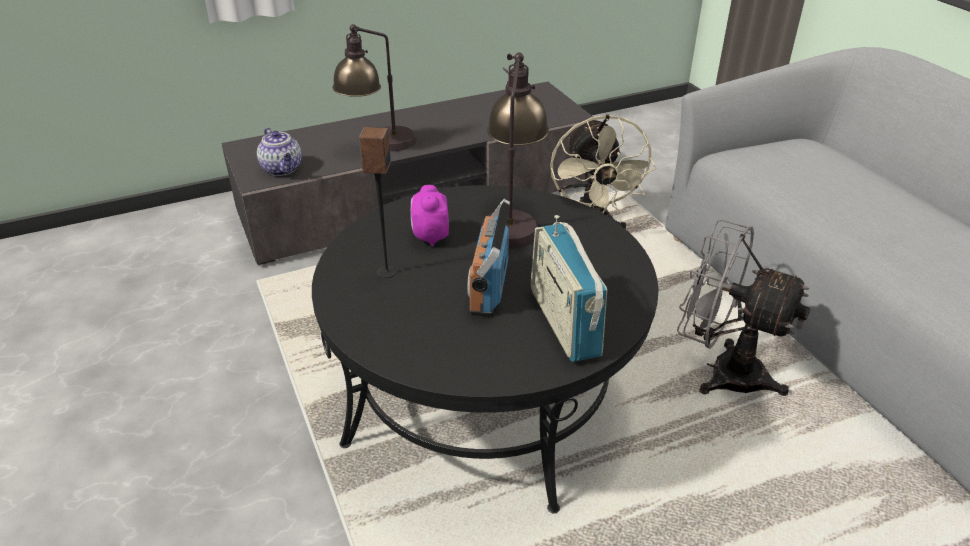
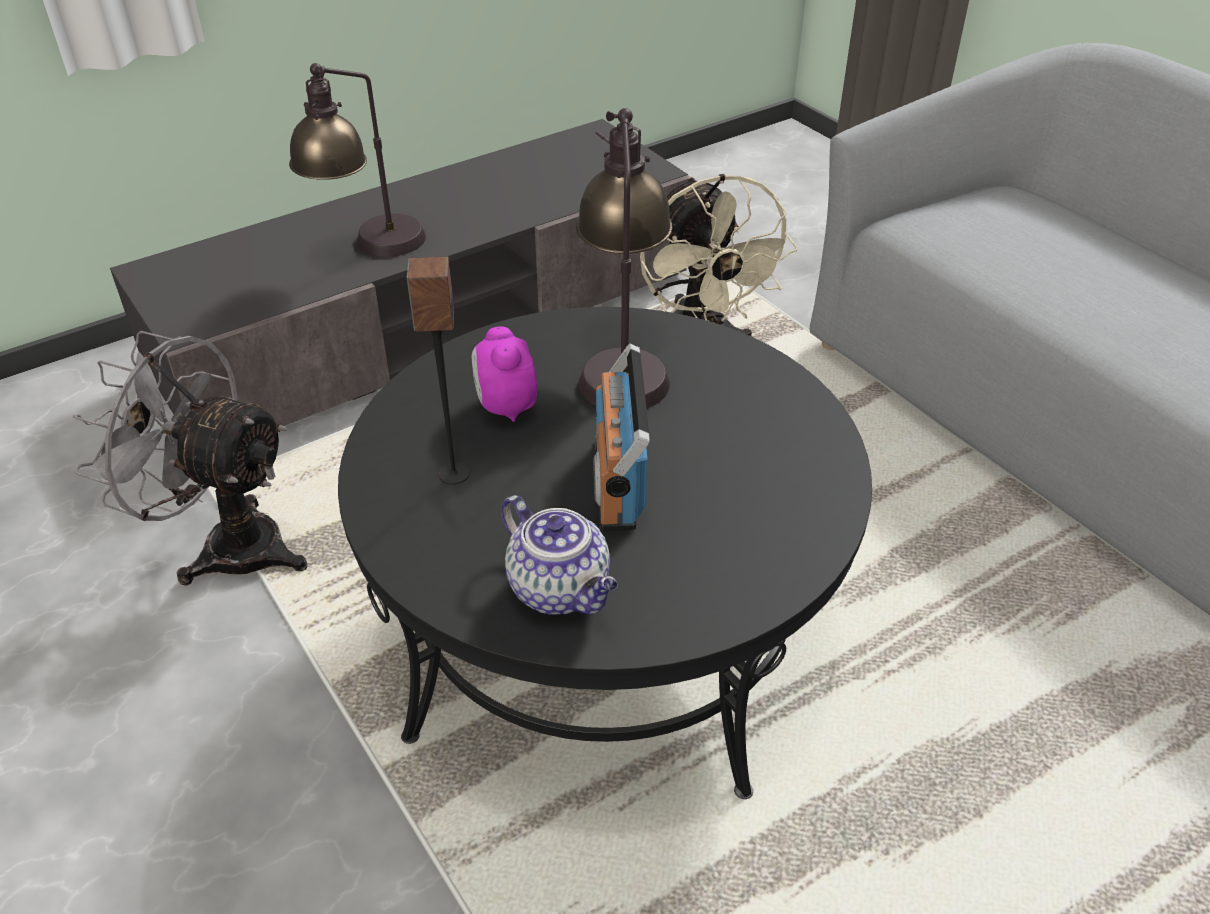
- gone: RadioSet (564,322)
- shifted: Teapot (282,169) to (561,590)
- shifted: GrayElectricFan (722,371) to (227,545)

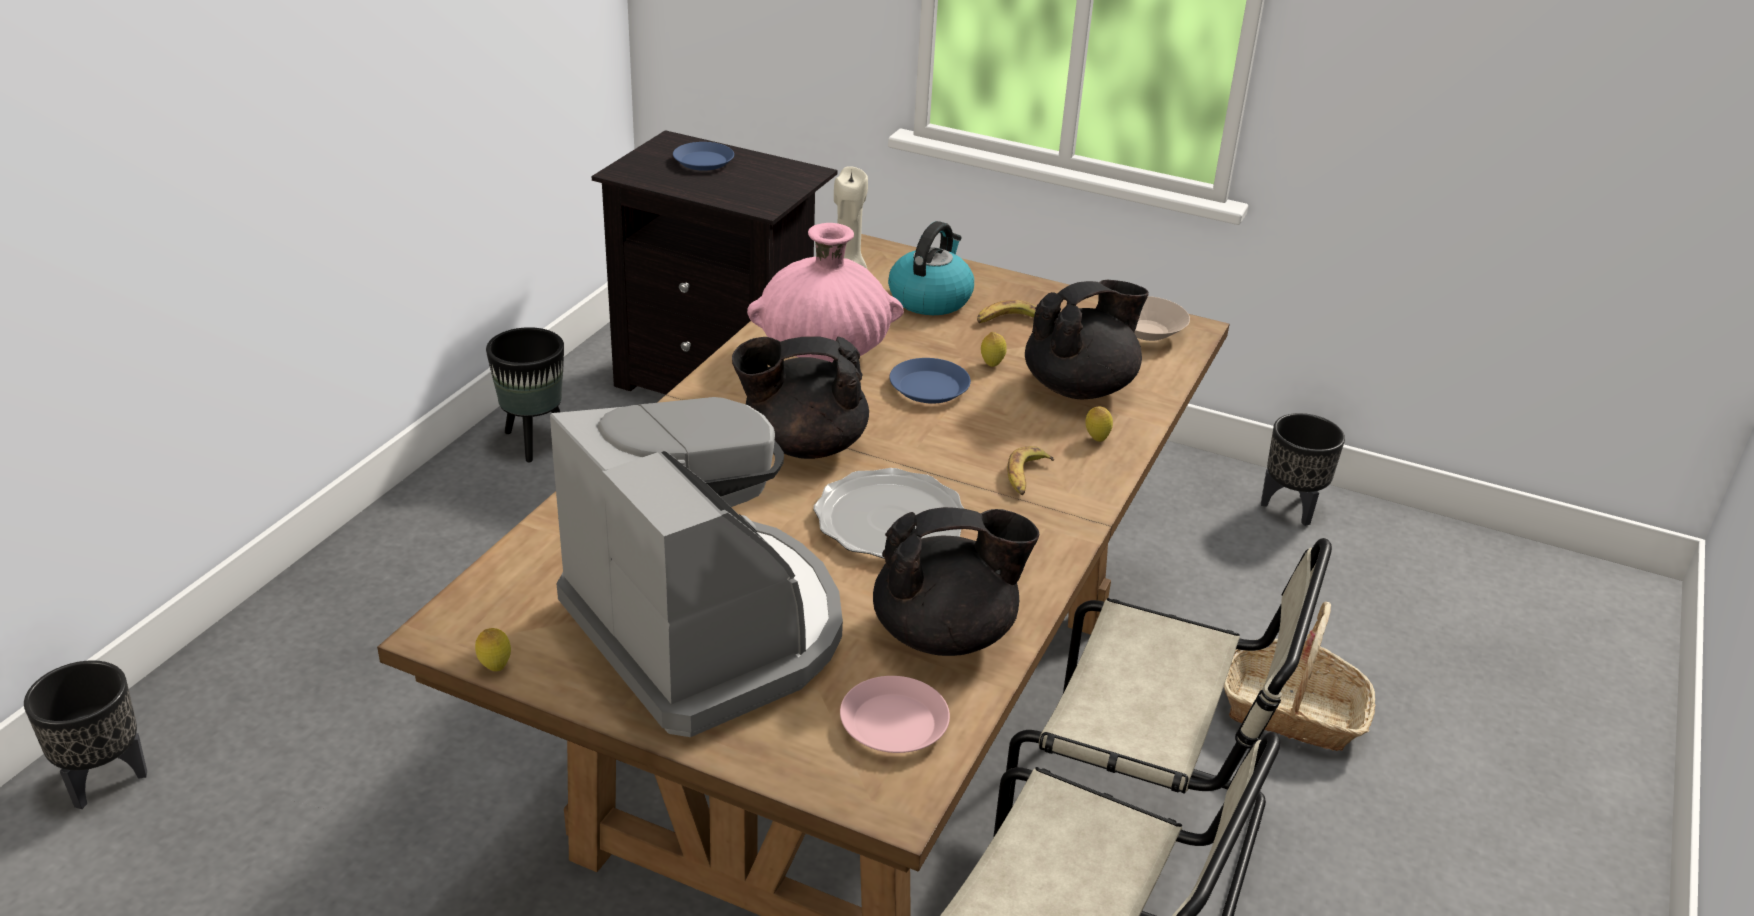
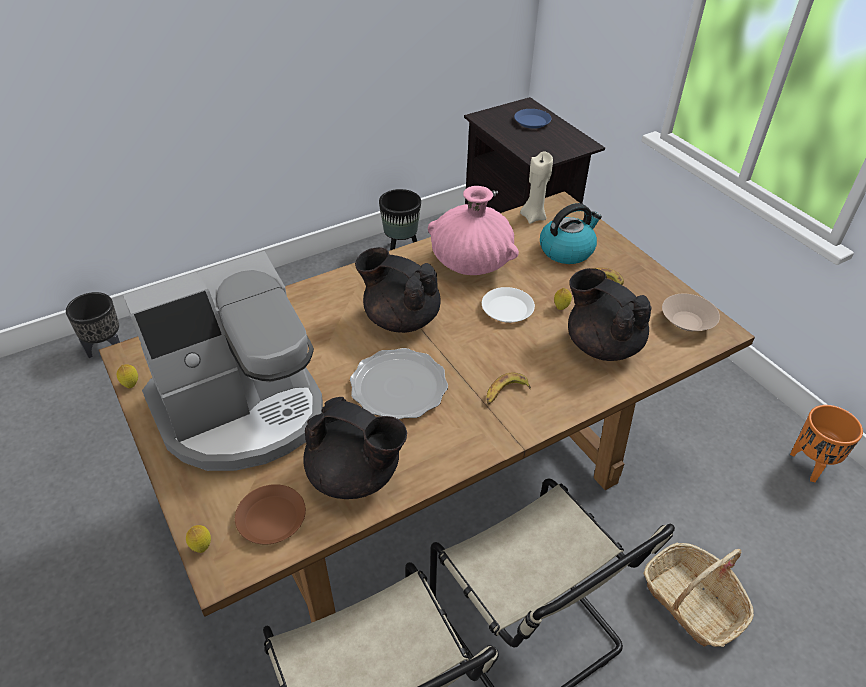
- shifted: Lemon (1096,439) to (201,547)
- repainted: PinkDinnerPlate (894,724) to BrownishDinnerPlate (271,518)
- repainted: BlueDinnerPlate (929,387) to WhiteDinnerPlate (507,309)
- repainted: BlackFlowerPot (1291,508) to OrangeFlowerPot (811,465)
- rotated: CoffeeMachine (708,629) = (241,411) 60 degrees clockwise
- rotated: BlackTeapot (1080,387) = (601,345) 135 degrees counterclockwise

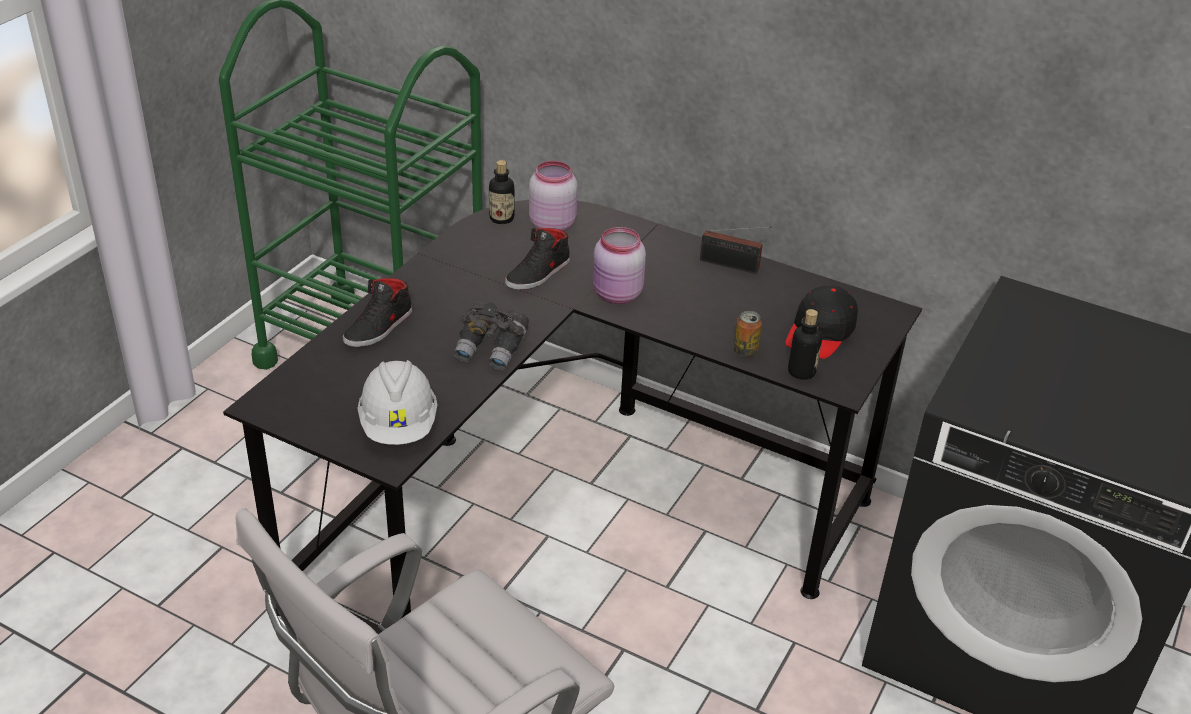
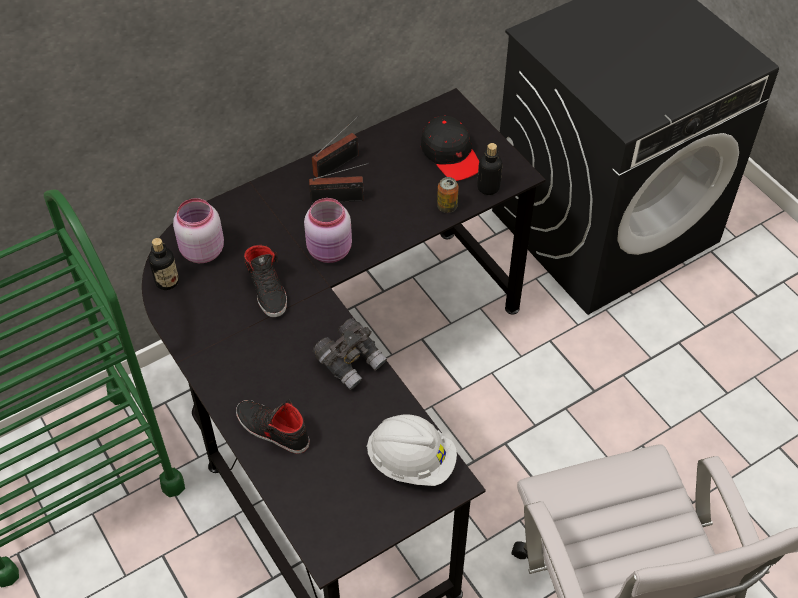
- new: RadioSet (340,199)
- rotated: BlackLowShoe (379,328) = (272,430) 150 degrees clockwise

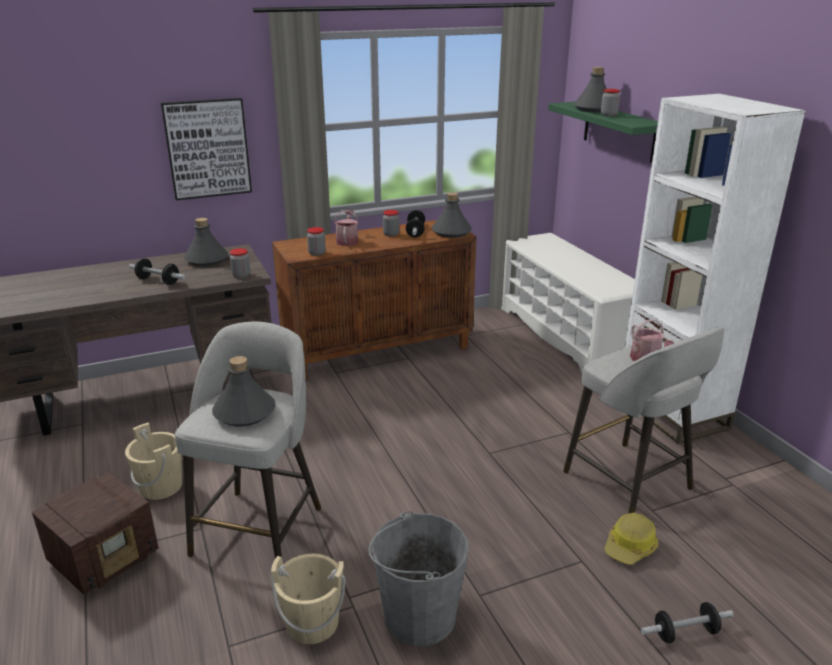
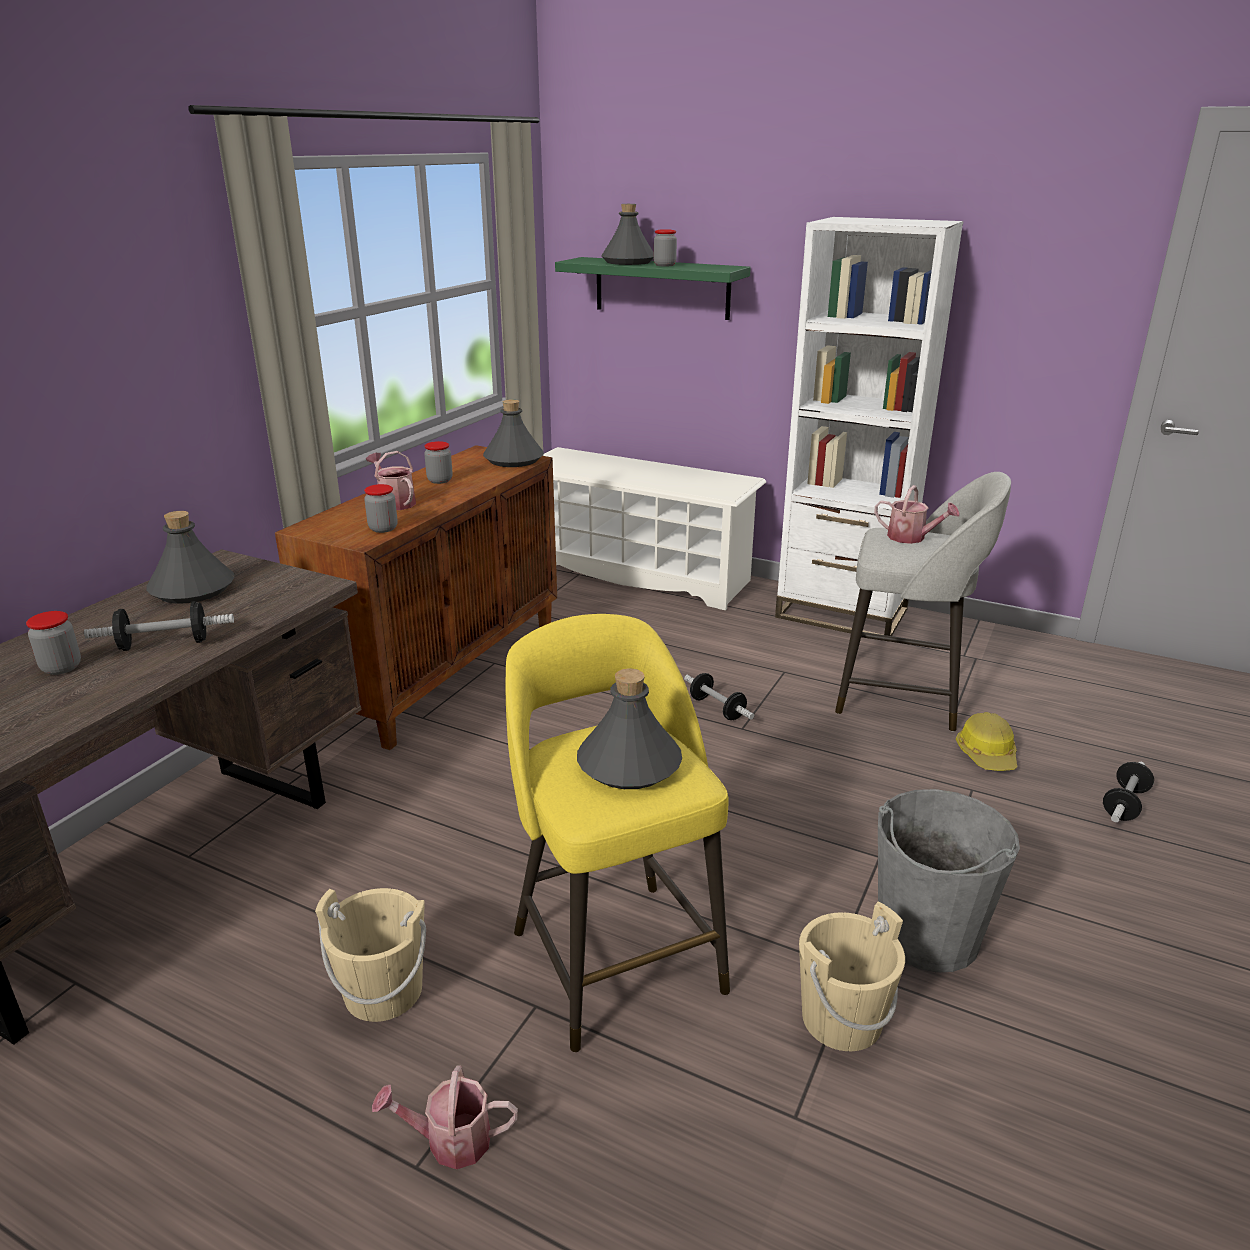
- gone: WallArt (207,148)
- shifted: PreserveJar (241,275) to (61,667)
- shifted: HandWeight (415,232) to (717,708)
- swapped: RadioSet (106,557) to SprinklingCan (450,1140)
- repainted: GrayStool (259,528) to YellowColouredStool (615,956)

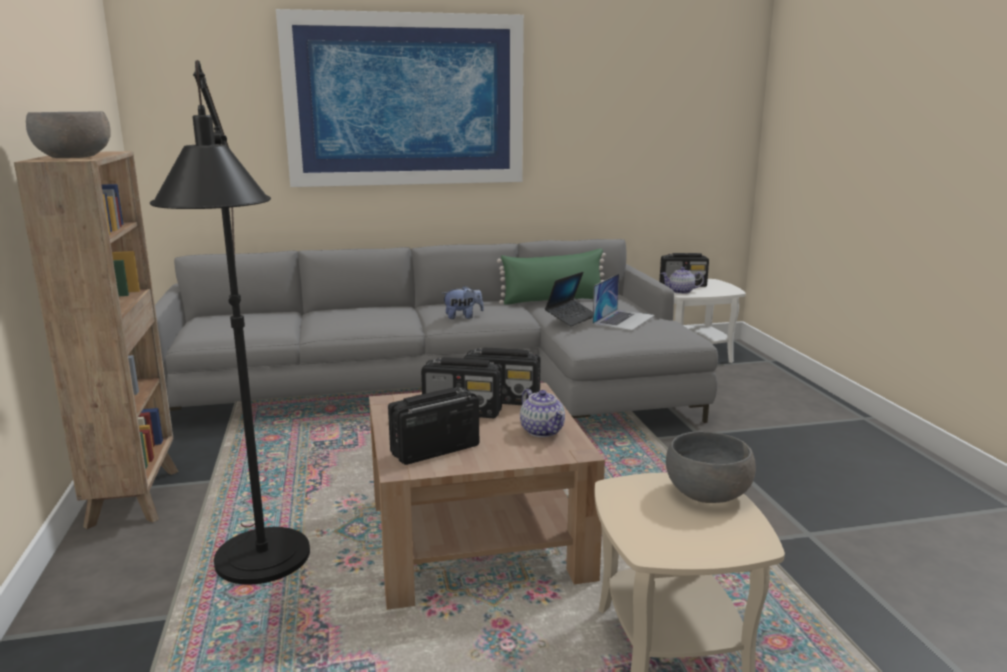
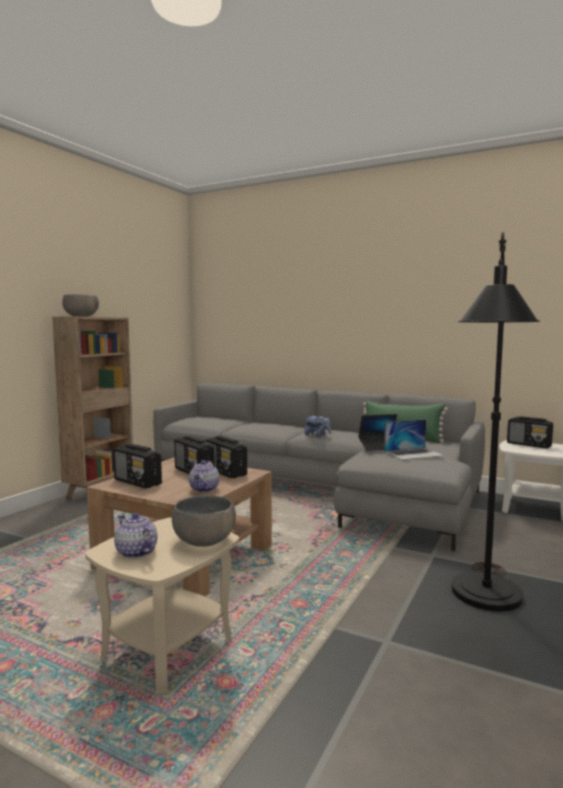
- gone: WallArt (406,100)
- shifted: BlackStandardLamp (262,574) to (484,602)
- shifted: Teapot (681,291) to (135,552)
- rotated: RadioSet (434,450) = (138,482) 150 degrees counterclockwise

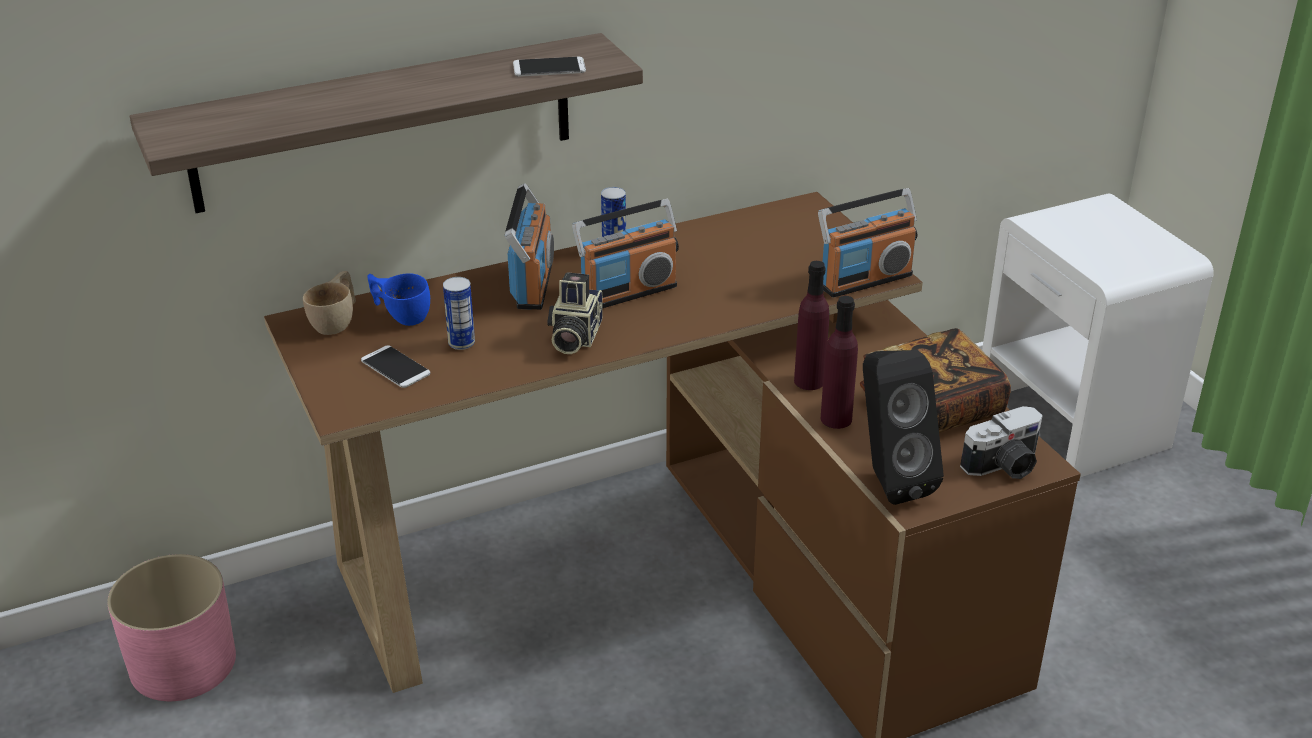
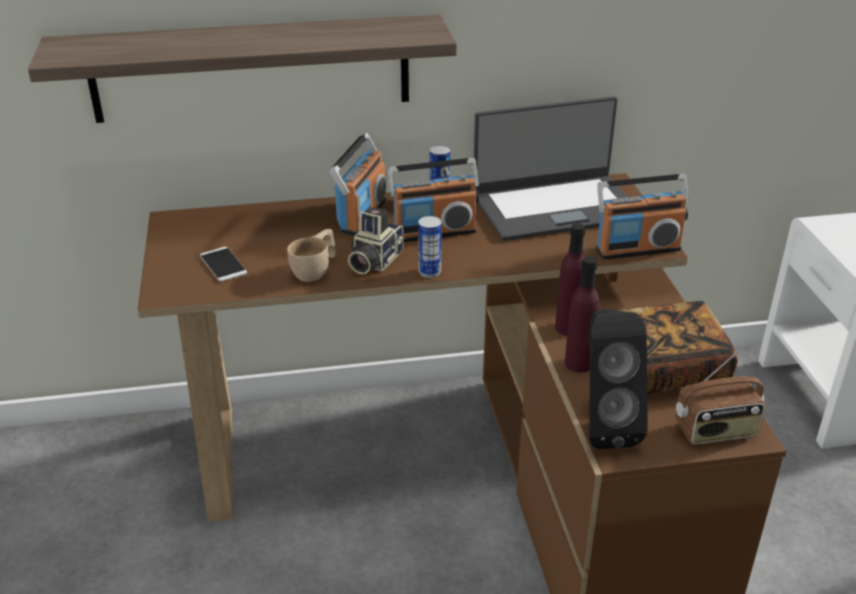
- gone: PinkFlowerPot (184,664)
- gone: BlueCup (400,314)
- gone: Handset (549,68)
- new: Laptop (555,207)
- shifted: BeigeColouredCup (337,321) to (316,270)
- shifted: SealedCan (461,343) to (429,272)
- swapped: PhotoCamera (1004,466) to RadioSet (715,431)

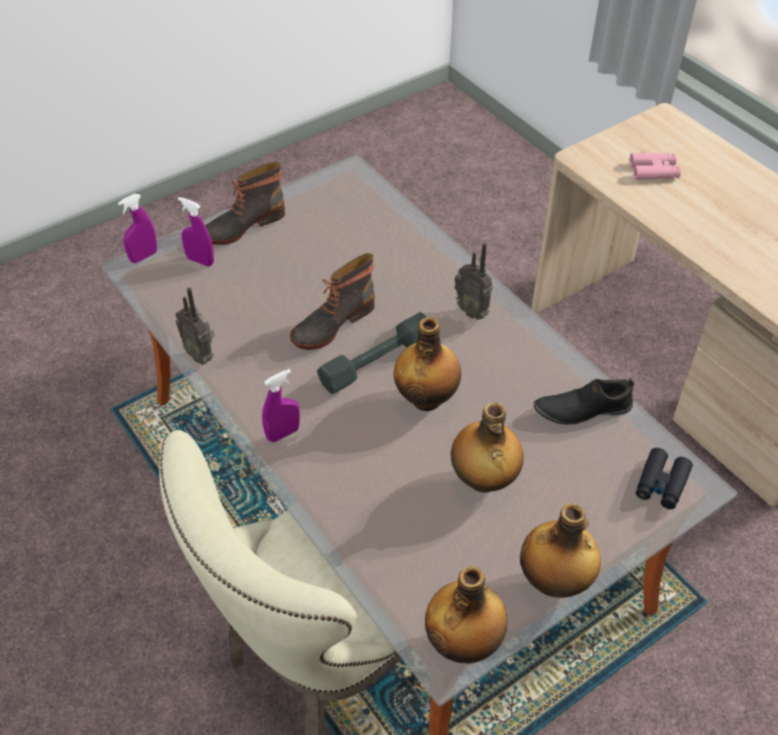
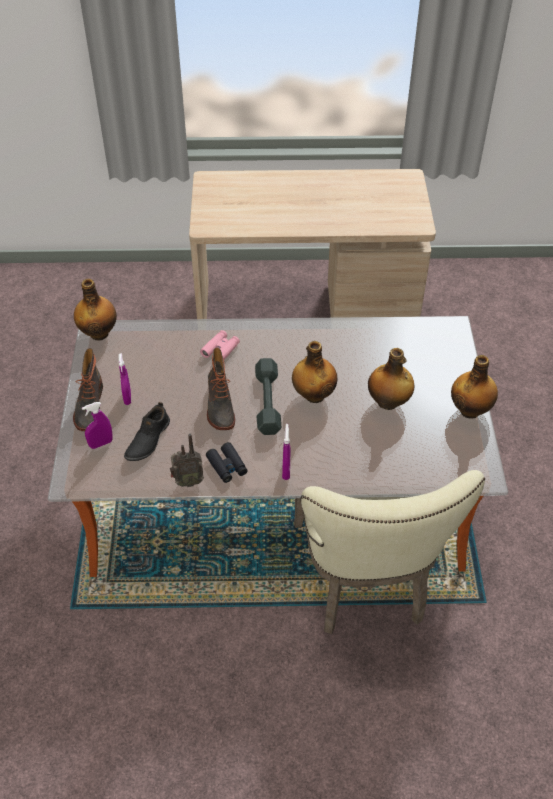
- gone: RadioSet (472,311)
- shifted: PurpleSprayBottle (143,256) to (127,397)
- shifted: Bottle (464,642) to (99,333)
- shifted: BlackLowShoe (582,409) to (147,440)
- shifted: PinkFieldGlasses (653,171) to (220,350)
- shifted: BlackFieldGlasses (661,484) to (227,466)

